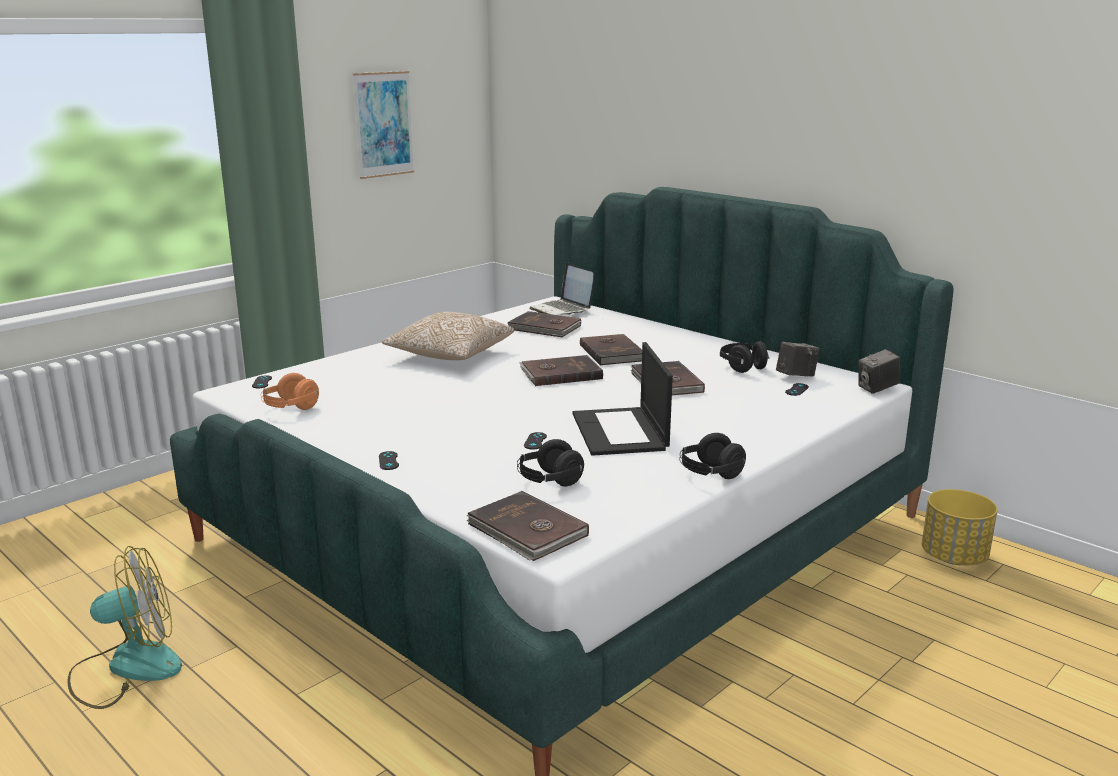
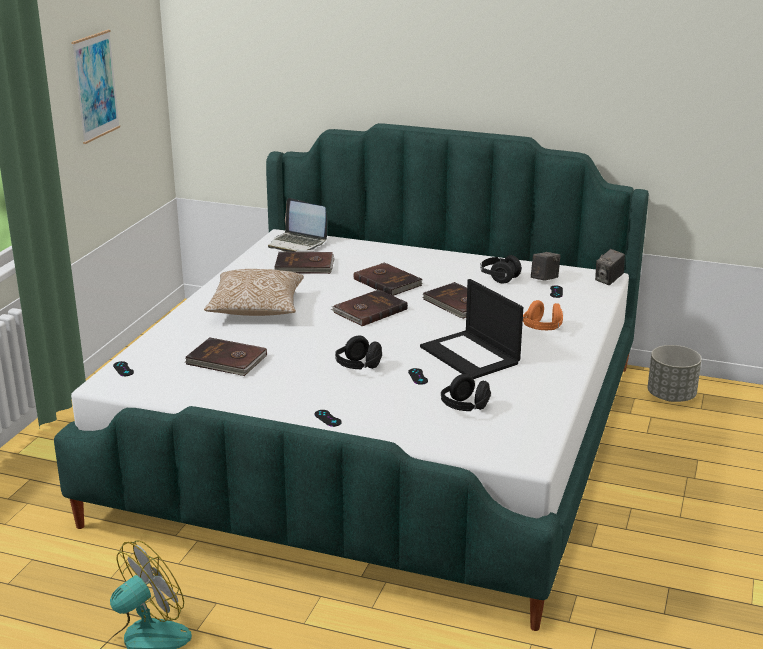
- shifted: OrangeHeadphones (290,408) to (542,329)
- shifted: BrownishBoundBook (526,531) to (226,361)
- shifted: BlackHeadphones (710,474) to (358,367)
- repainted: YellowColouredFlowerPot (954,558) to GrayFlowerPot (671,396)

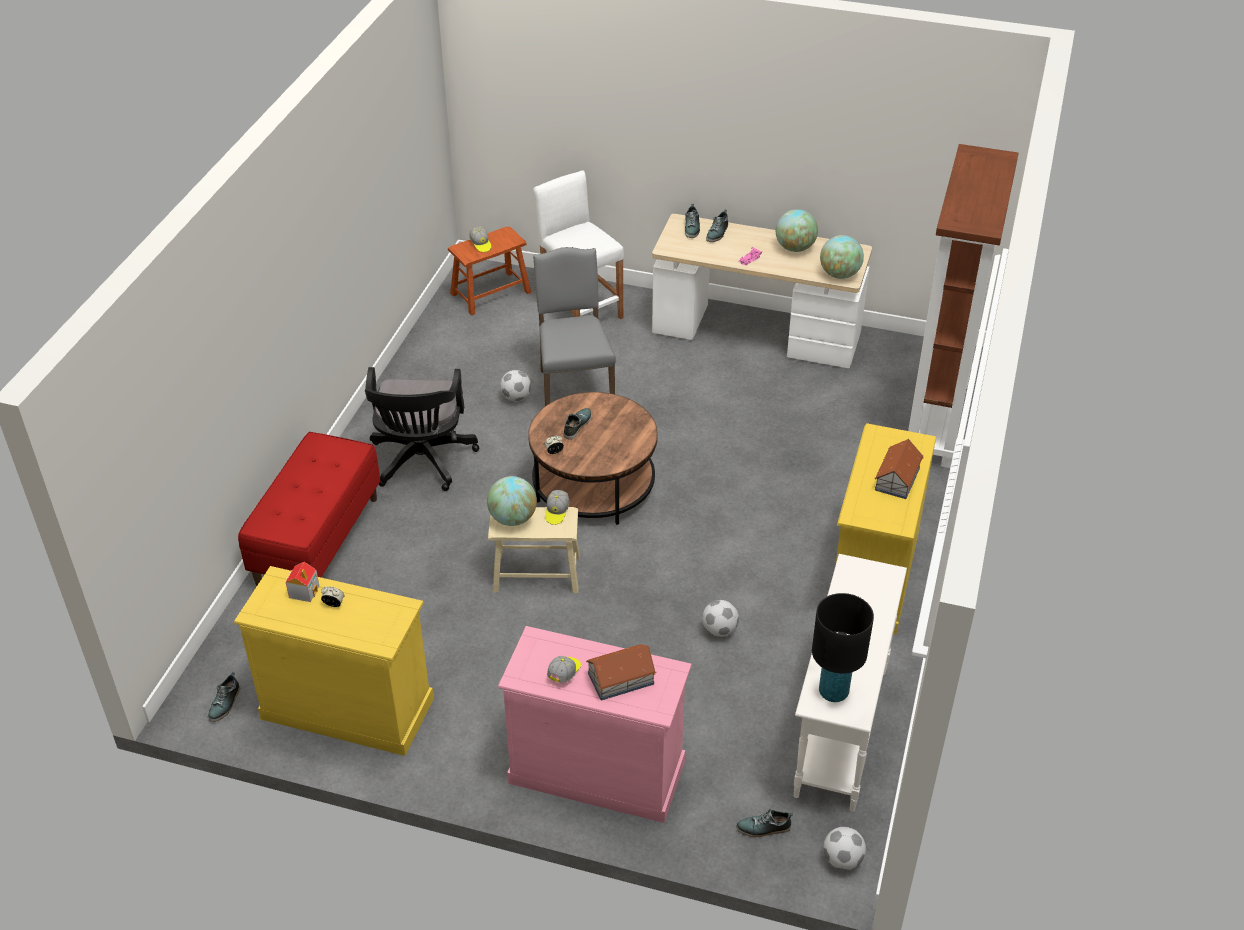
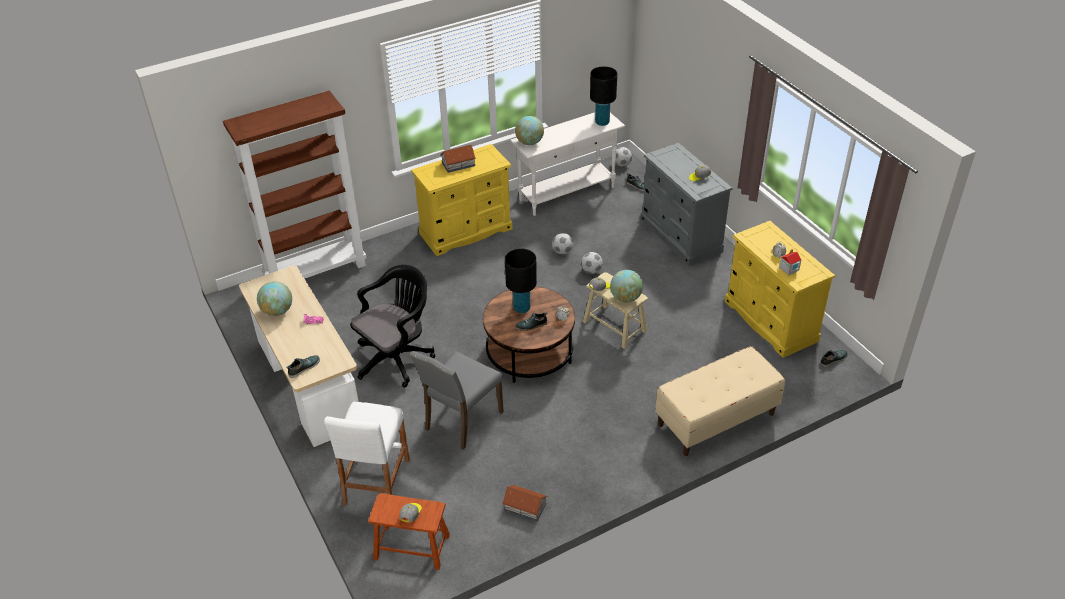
- gone: LowShoe (717,233)
- new: BlackTableLamp (522,308)
- shifted: BlackDeskChair (422,462) to (397,357)
- shifted: FootballBall (516,397) to (591,271)
- shifted: ToyHouse (620,678) to (525,507)
- shifted: WorldGlobe (839,274) to (529,142)
- repainted: RedLongSeat (317,540) to BeigeColouredLongSeat (716,419)
- repainted: PinkDrawerChest (597,771) to GrayDrawerChest (680,236)

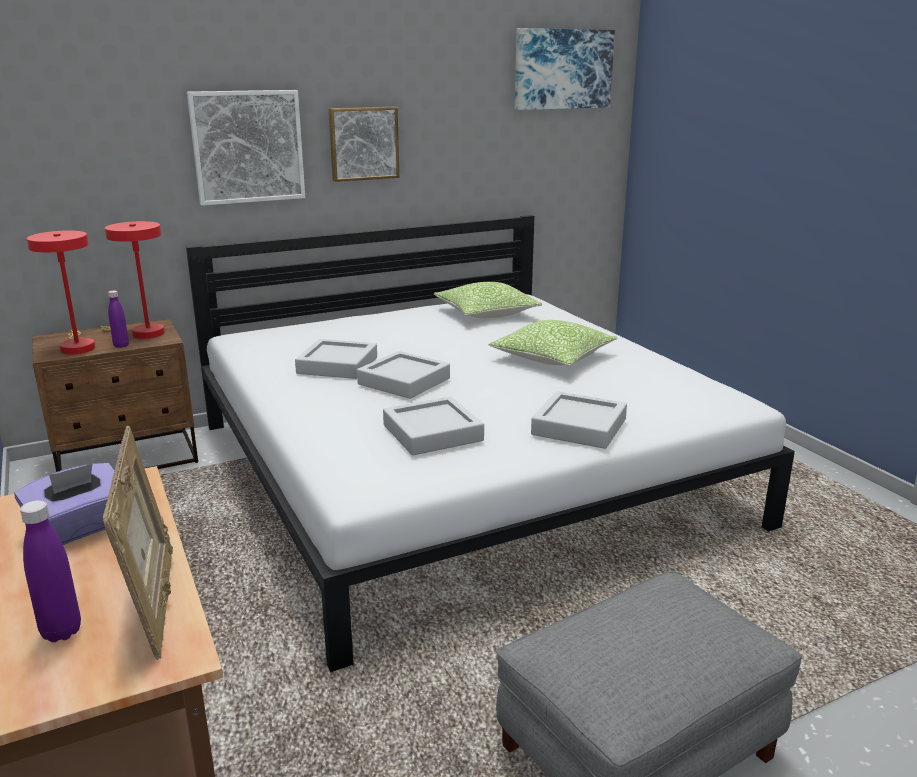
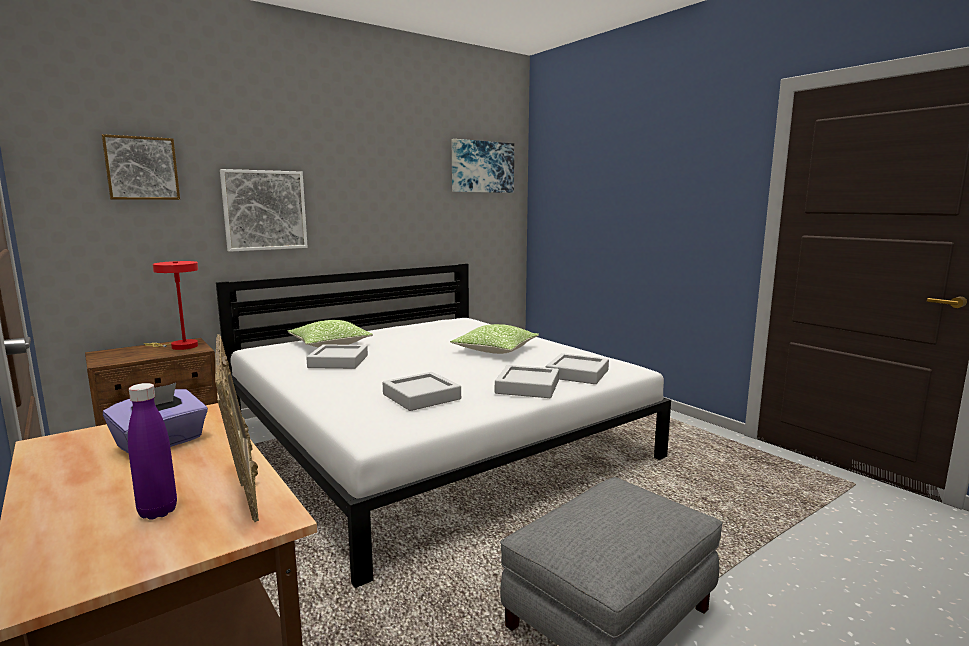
- gone: RedTableLamp (77,347)
- gone: PurpleBottle (121,345)
- shifted: WallArt (363,143) to (141,168)
- shifted: GrayTray (404,381) to (577,374)
- shifted: ThrowPillow (486,313) to (330,344)

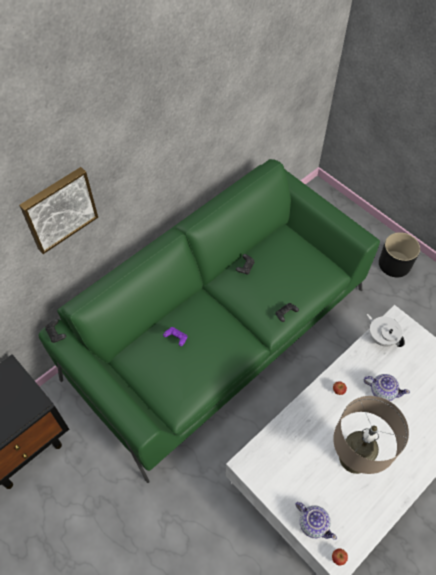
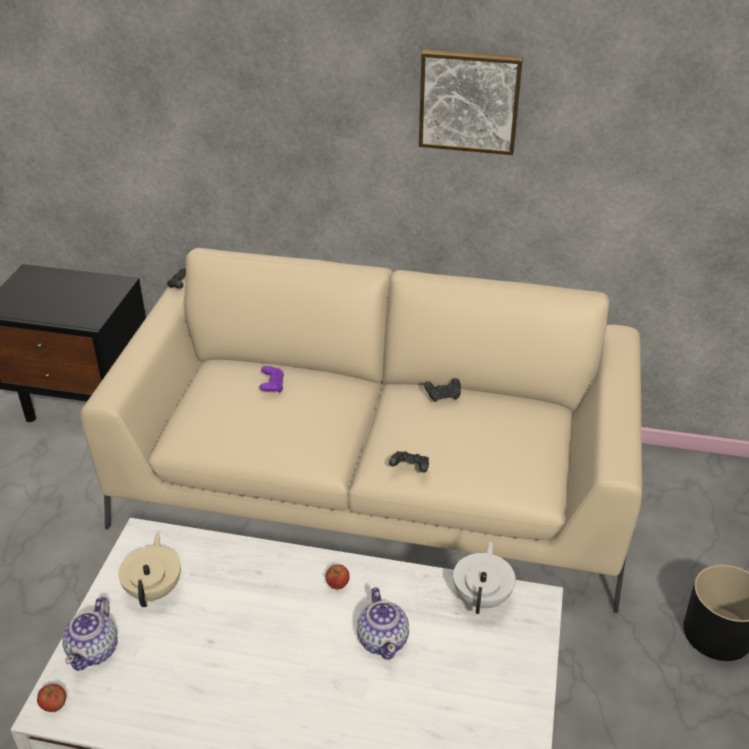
- gone: BeigeColouredTableLamp (354,457)
- new: BeigeColouredTeapot (155,589)
- shifted: WallArt (58,209) to (469,100)
- repainted: GreenSofa (217,332) to BeigeColouredSofa (374,486)

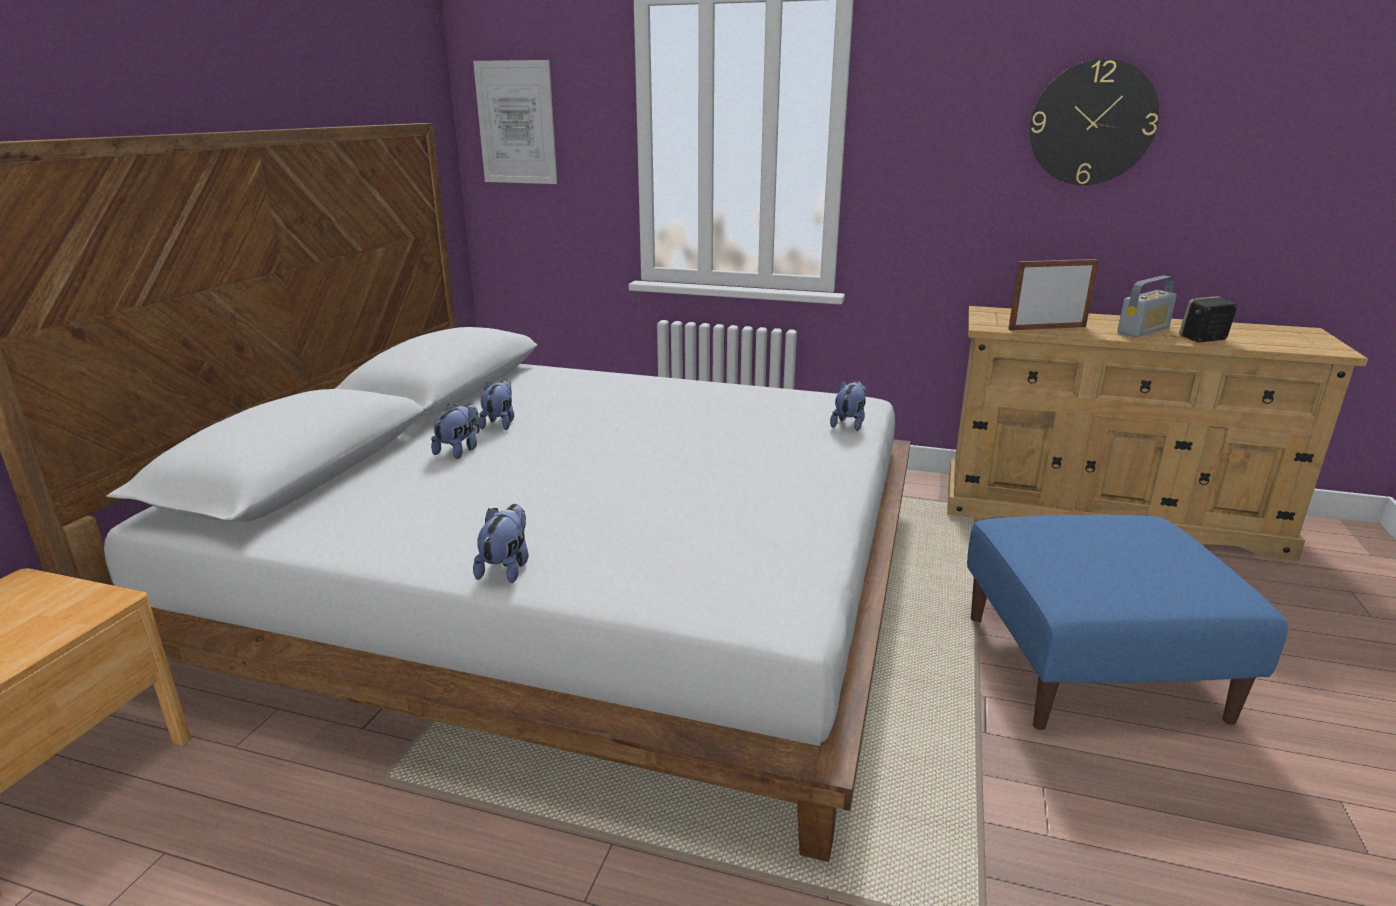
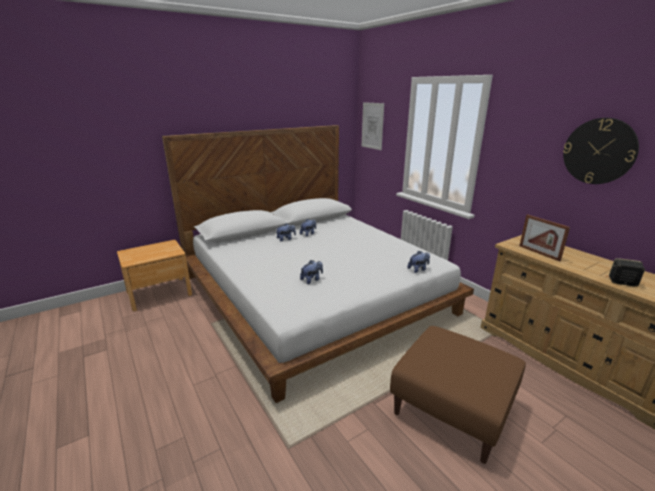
- gone: RadioSet (1143,330)
- shifted: CuddlyToy (507,568) to (312,280)
- repainted: BlueFootrest (1092,665) to BrownishFootrest (453,408)
- rotated: PictureFrame (1047,328) = (539,253) 150 degrees counterclockwise

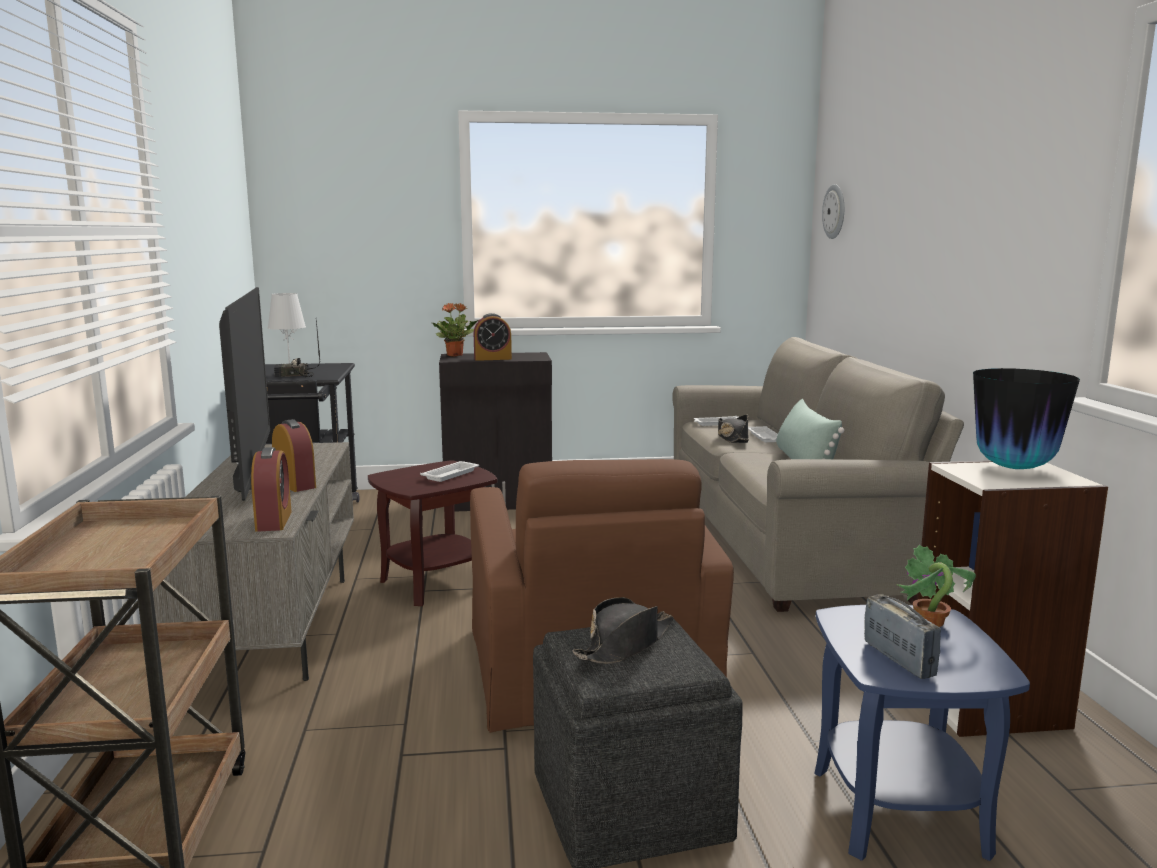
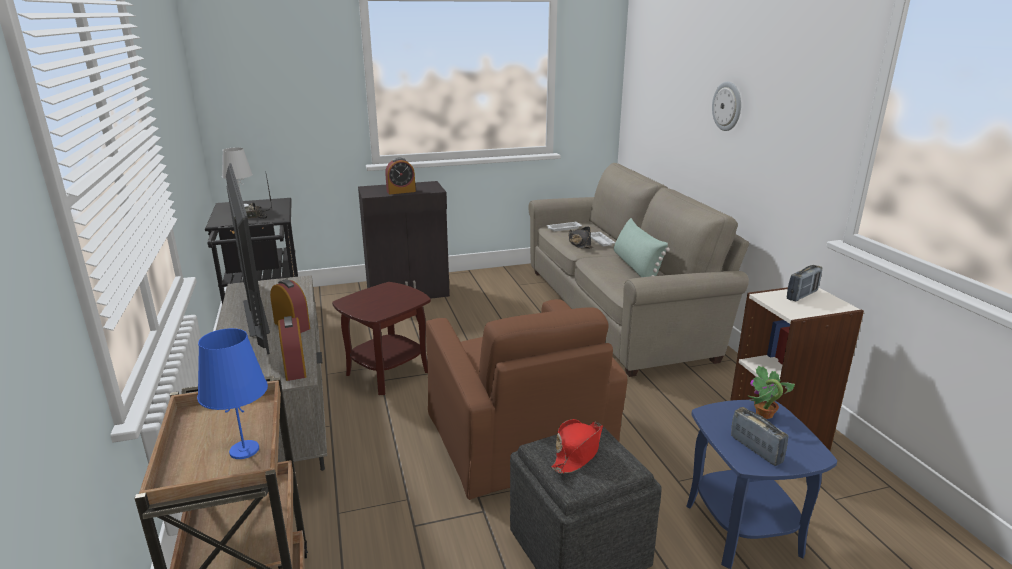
- gone: WhiteTray (451,474)
- gone: PottedPlant (455,355)
- new: BlueTableLamp (244,450)
- shifted: WallClock (835,211) to (727,106)
- swapped: DecorativeVase (1014,468) to RadioSet (802,295)
- repainted: BlackHat (625,644) to RedHat (578,452)

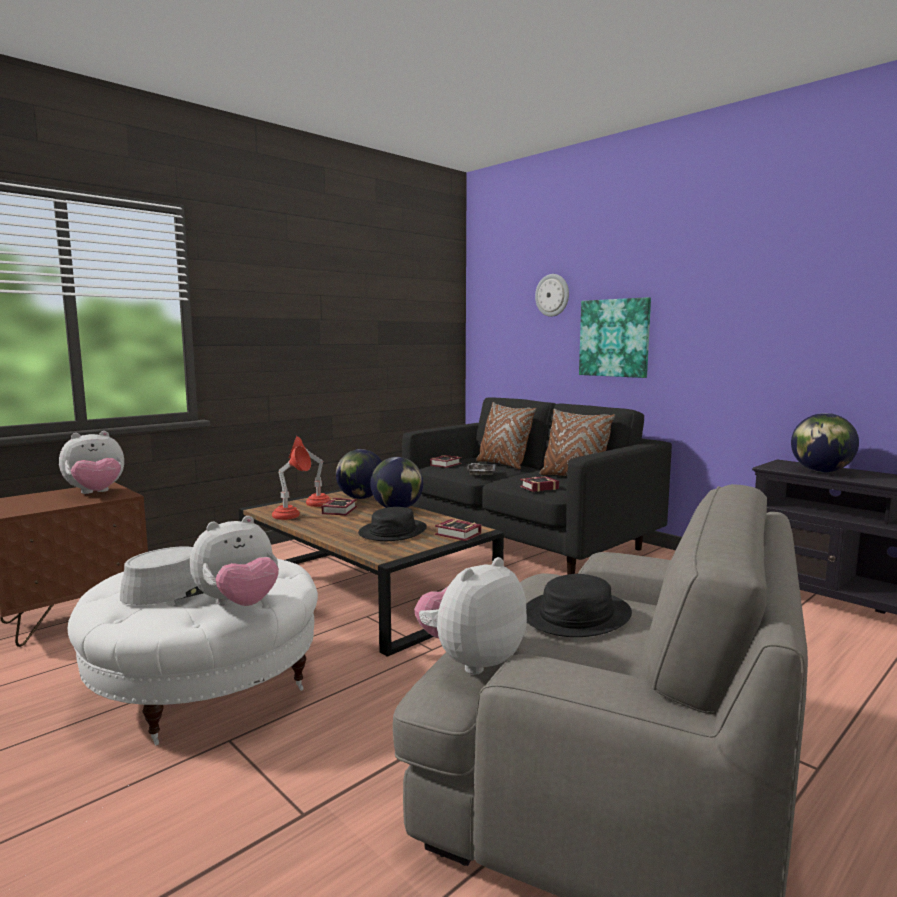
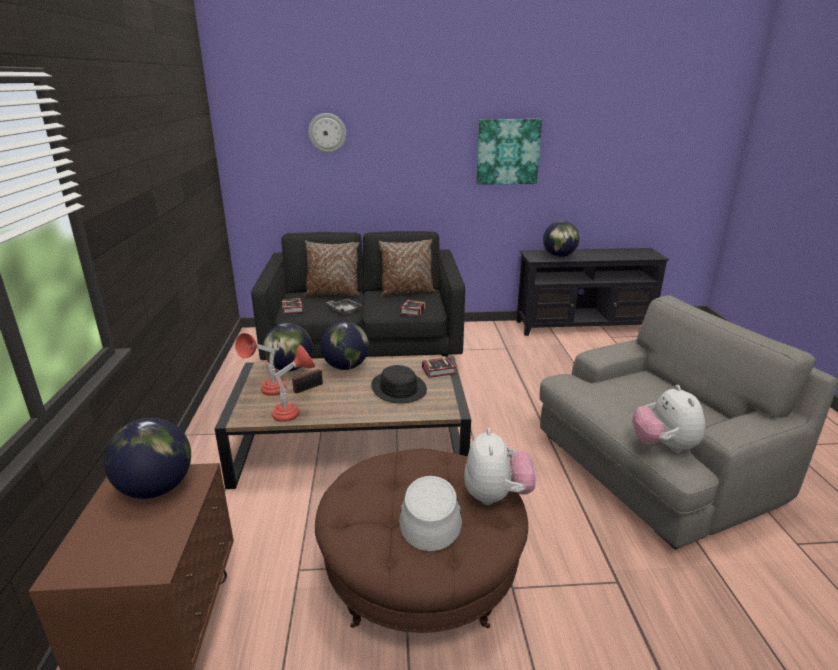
- gone: BlackHat (577,615)
- shifted: WallArt (614,338) to (507,151)
- swapped: CuddlyToy (96,493) to WorldGlobe (156,489)
- swapped: BoundBook (341,510) to RadioSet (310,387)
- repainted: WhiteFootrest (206,685) to BrownishFootrest (421,575)

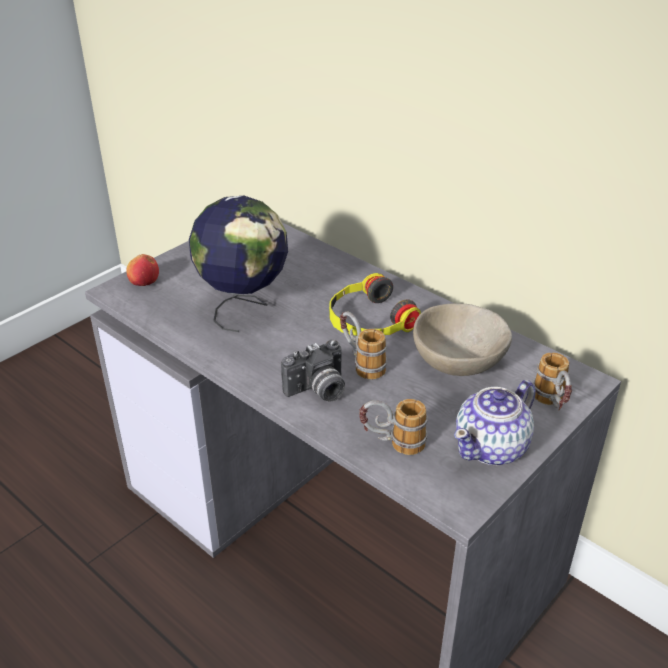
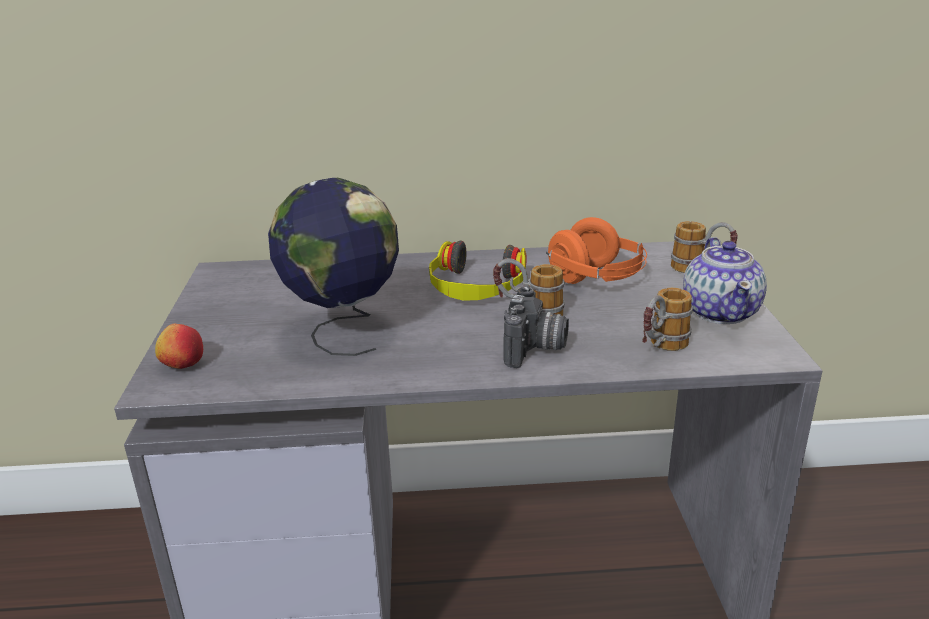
- swapped: BeigeColouredDeepDish (458,363) to OrangeHeadphones (597,279)

